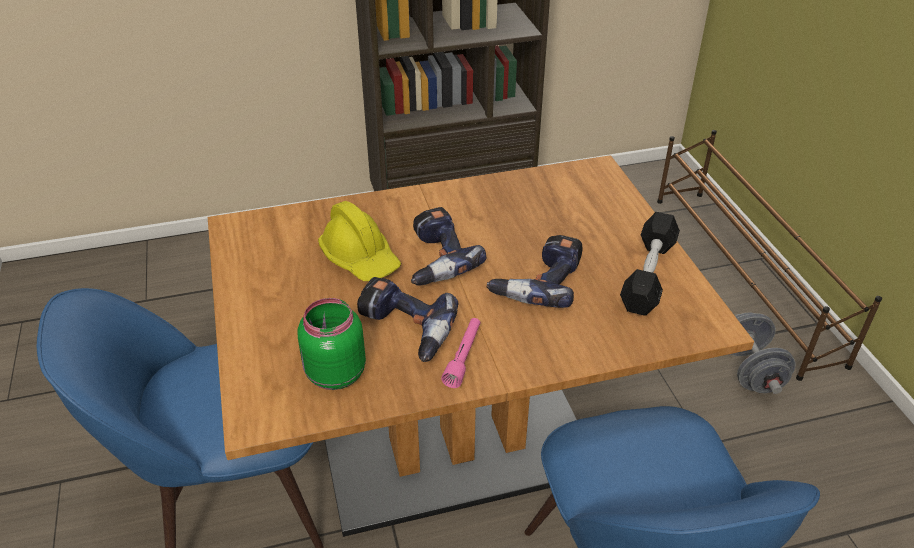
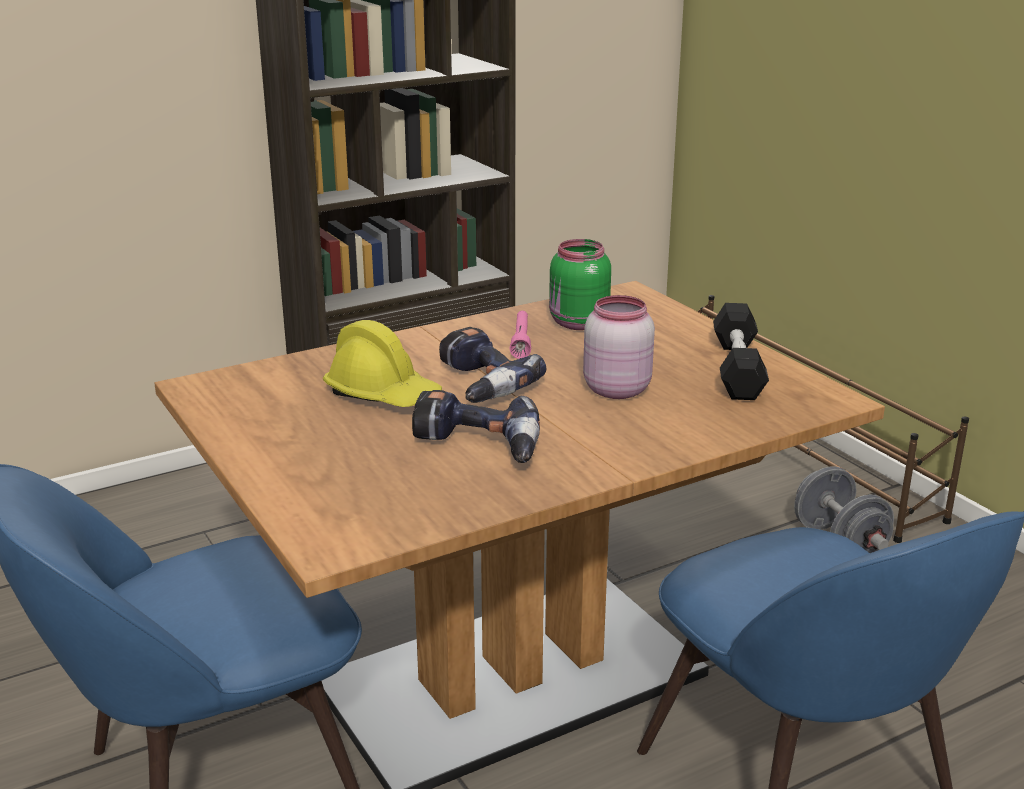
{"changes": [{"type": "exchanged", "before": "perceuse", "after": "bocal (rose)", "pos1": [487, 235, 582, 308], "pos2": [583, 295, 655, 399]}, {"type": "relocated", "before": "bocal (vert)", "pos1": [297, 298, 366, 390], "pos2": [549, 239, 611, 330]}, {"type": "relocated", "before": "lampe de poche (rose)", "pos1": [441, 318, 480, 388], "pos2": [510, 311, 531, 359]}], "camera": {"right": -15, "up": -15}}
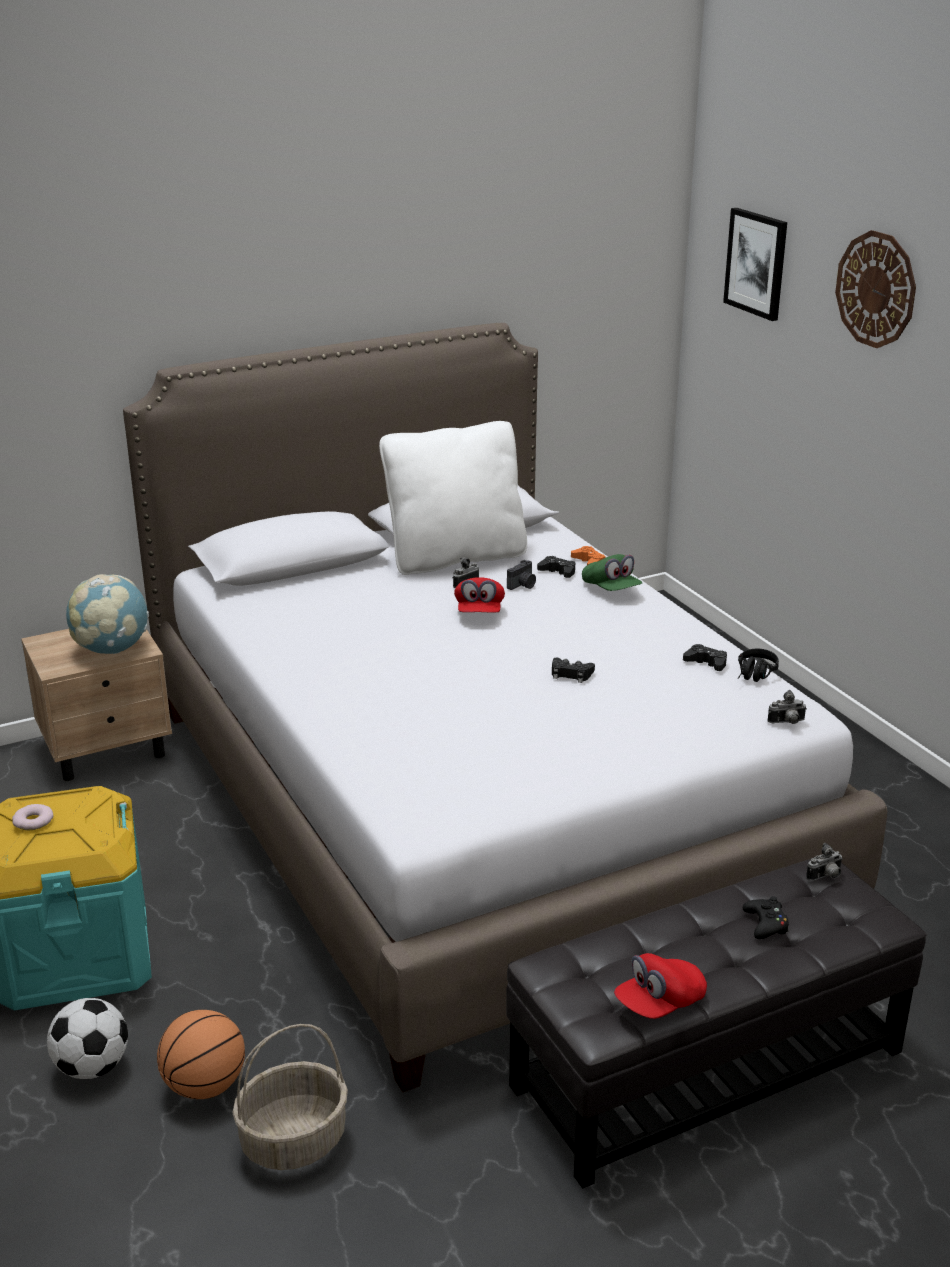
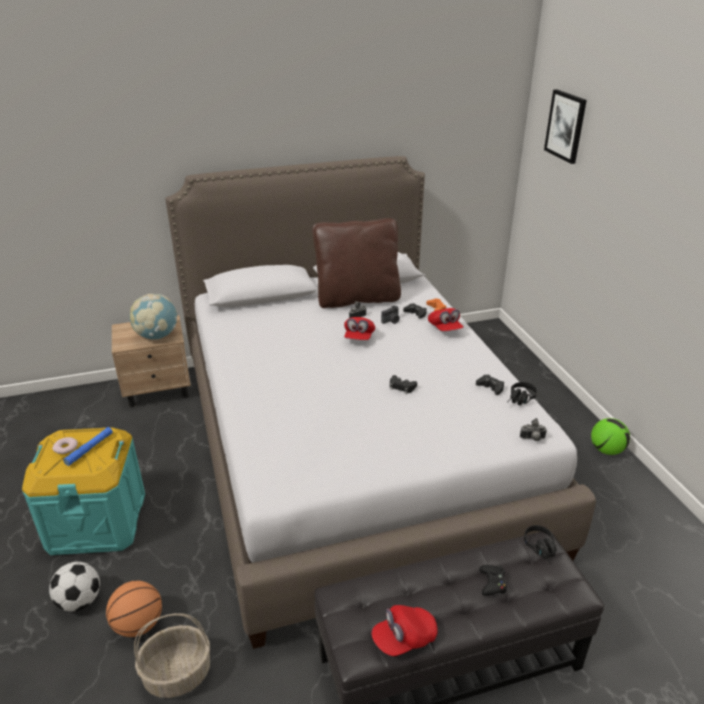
{"changes": [{"type": "missing", "before": "horloge murale", "pos1": [835, 230, 916, 348]}, {"type": "colour", "before": "coussin (blanc)", "after": "coussin (marron)", "pos1": [379, 421, 527, 575], "pos2": [312, 218, 401, 308]}, {"type": "colour", "before": "casquette (vert)", "after": "casquette (rouge)", "pos1": [582, 554, 642, 591], "pos2": [428, 308, 463, 331]}, {"type": "exchanged", "before": "appareil photo", "after": "casque audio (noir)", "pos1": [806, 843, 843, 881], "pos2": [524, 525, 557, 565]}, {"type": "appeared", "after": "ballon de foot", "pos2": [591, 418, 630, 455]}, {"type": "appeared", "after": "lampe de poche (bleu)", "pos2": [63, 427, 113, 466]}], "camera": {"right": 10, "up": 5}}
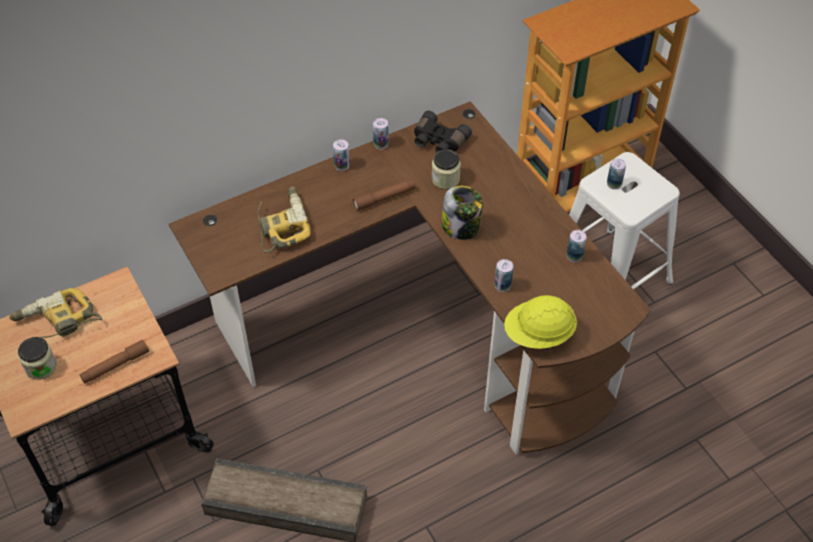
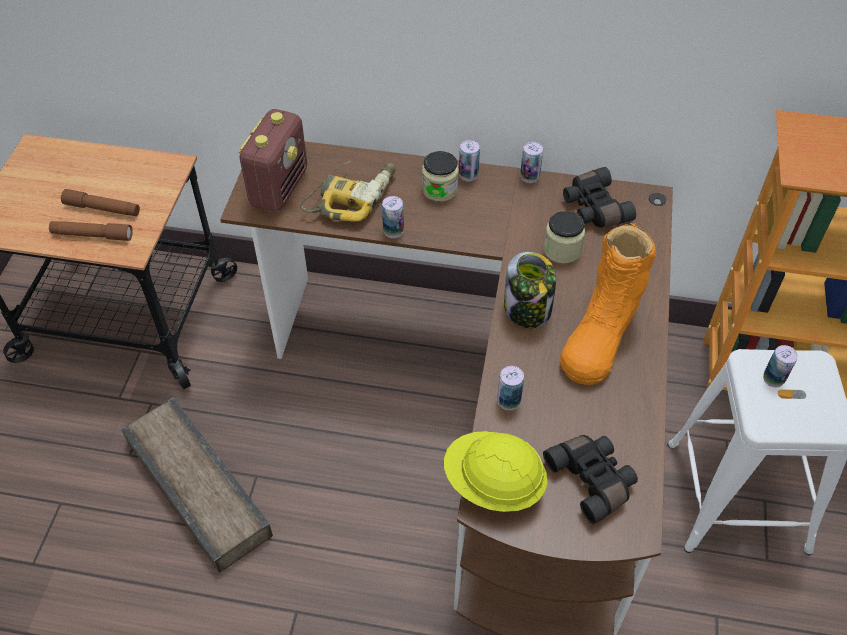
{"changes": [{"type": "relocated", "before": "lampe de poche (marron)", "pos1": [353, 179, 415, 211], "pos2": [61, 189, 140, 216]}, {"type": "relocated", "before": "boîte métallique", "pos1": [567, 230, 587, 262], "pos2": [382, 196, 404, 238]}, {"type": "missing", "before": "perceuse", "pos1": [9, 288, 102, 338]}, {"type": "relocated", "before": "bocal", "pos1": [18, 337, 57, 380], "pos2": [422, 151, 459, 202]}, {"type": "appeared", "after": "radio", "pos2": [238, 109, 307, 212]}, {"type": "appeared", "after": "botte (orange)", "pos2": [560, 222, 656, 385]}, {"type": "appeared", "after": "jumelles (noir)", "pos2": [543, 435, 638, 524]}], "camera": {"right": 40, "up": 0}}
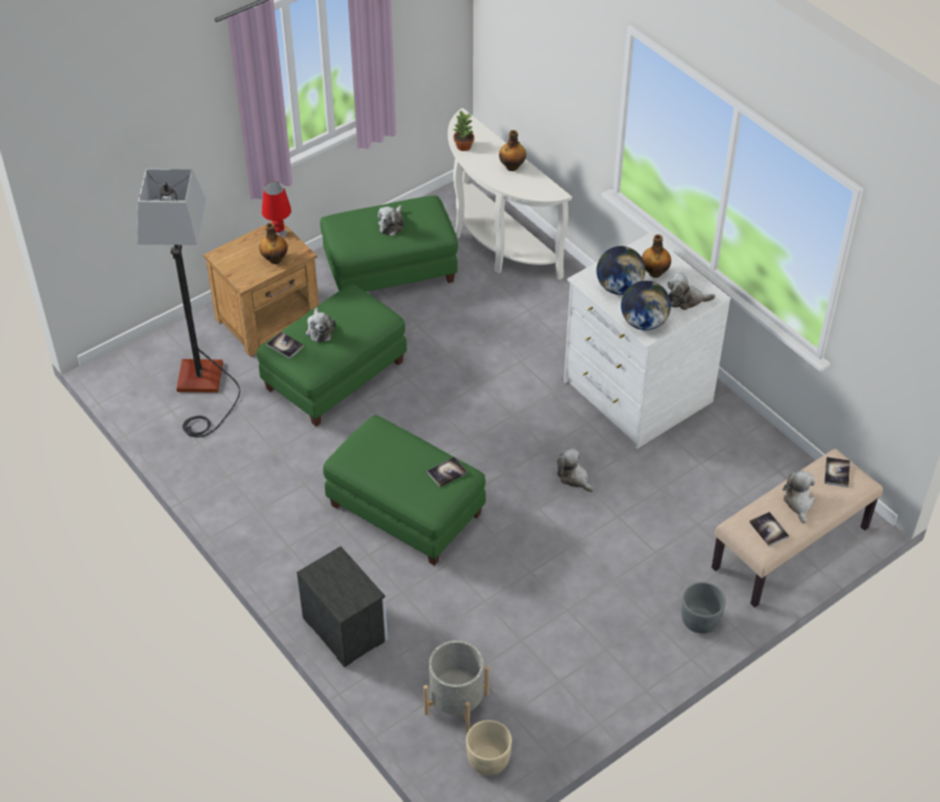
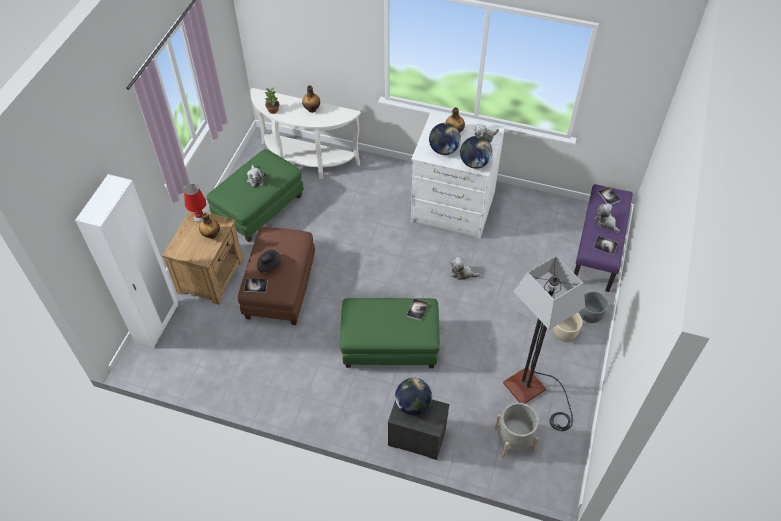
{"changes": [{"type": "relocated", "before": "lampadaire", "pos1": [137, 169, 240, 437], "pos2": [503, 256, 585, 431]}, {"type": "colour", "before": "pouf (vert)", "after": "pouf (marron)", "pos1": [257, 284, 407, 427], "pos2": [238, 227, 315, 325]}, {"type": "exchanged", "before": "peluche", "after": "chapeau (noir)", "pos1": [306, 308, 336, 343], "pos2": [257, 250, 281, 272]}, {"type": "colour", "before": "banc (beige)", "after": "banc (violet)", "pos1": [712, 449, 883, 608], "pos2": [574, 184, 633, 292]}, {"type": "relocated", "before": "cache-pot (beige)", "pos1": [466, 720, 512, 776], "pos2": [553, 313, 582, 342]}, {"type": "appeared", "after": "armoire (blanc)", "pos2": [75, 174, 178, 348]}, {"type": "appeared", "after": "globe", "pos2": [395, 378, 432, 415]}], "camera": {"right": -35, "up": 5}}
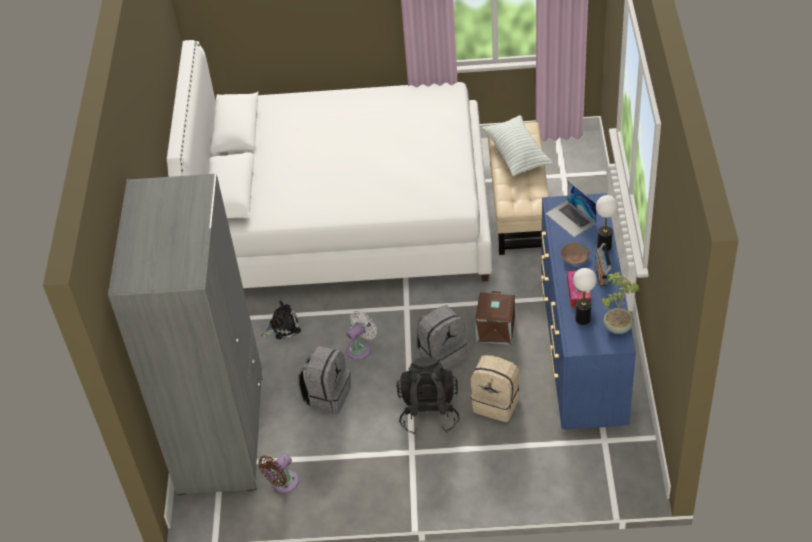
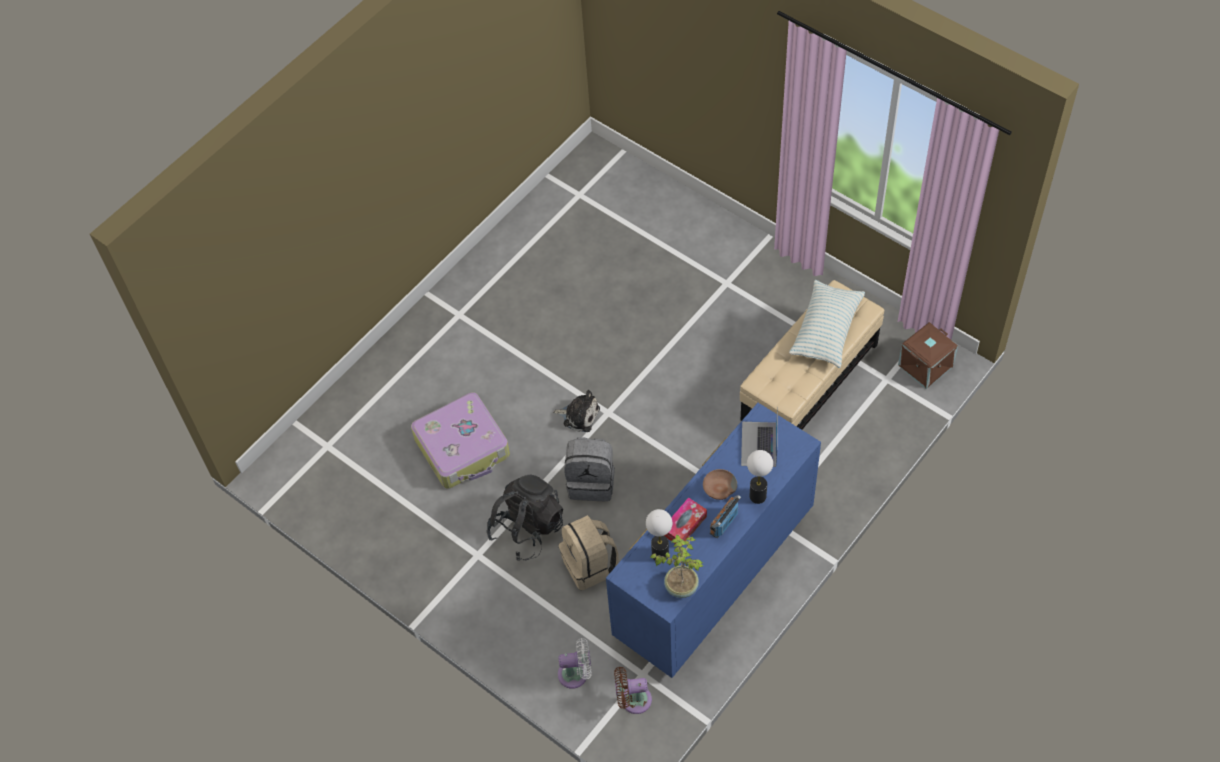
{"changes": [{"type": "missing", "before": "lit (blanc)", "pos1": [167, 40, 492, 288]}, {"type": "missing", "before": "armoire (gris)", "pos1": [108, 173, 263, 495]}, {"type": "relocated", "before": "boîte de rangement (marron)", "pos1": [475, 291, 515, 345], "pos2": [898, 322, 958, 389]}, {"type": "relocated", "before": "peluche", "pos1": [262, 301, 301, 339], "pos2": [553, 390, 600, 432]}, {"type": "relocated", "before": "ventilateur (blanc)", "pos1": [346, 310, 377, 360], "pos2": [558, 638, 592, 689]}, {"type": "exchanged", "before": "sac à dos (gris)", "after": "valise", "pos1": [298, 346, 351, 414], "pos2": [411, 392, 510, 489]}, {"type": "relocated", "before": "ventilateur (marron)", "pos1": [258, 454, 299, 493], "pos2": [614, 667, 652, 714]}], "camera": {"right": 40, "up": 10}}
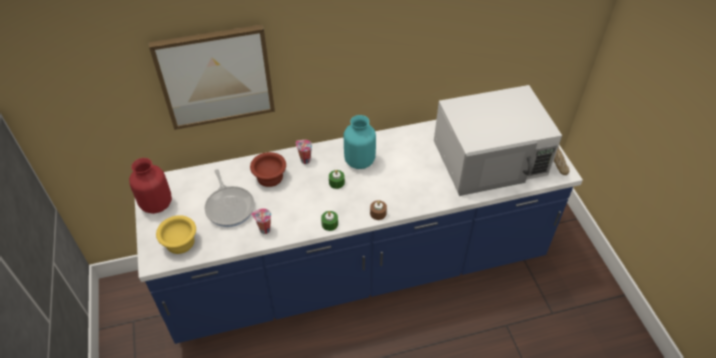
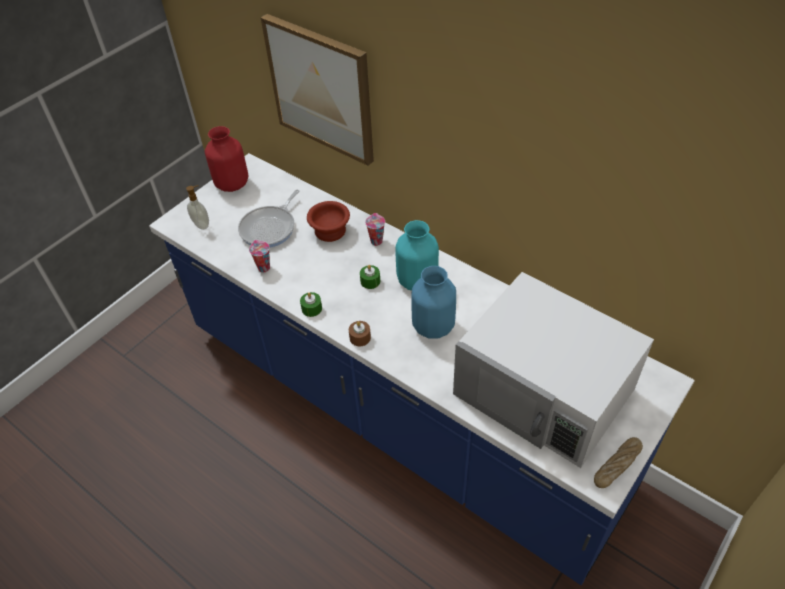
{"changes": [{"type": "exchanged", "before": "bol (jaune)", "after": "distributeur de savon", "pos1": [156, 215, 196, 254], "pos2": [186, 185, 209, 230]}, {"type": "appeared", "after": "vase (bleu)", "pos2": [411, 266, 456, 339]}], "camera": {"right": 55, "up": 0}}
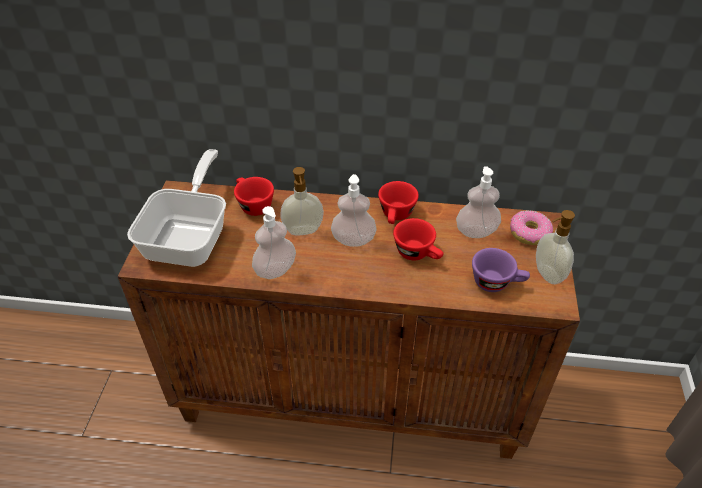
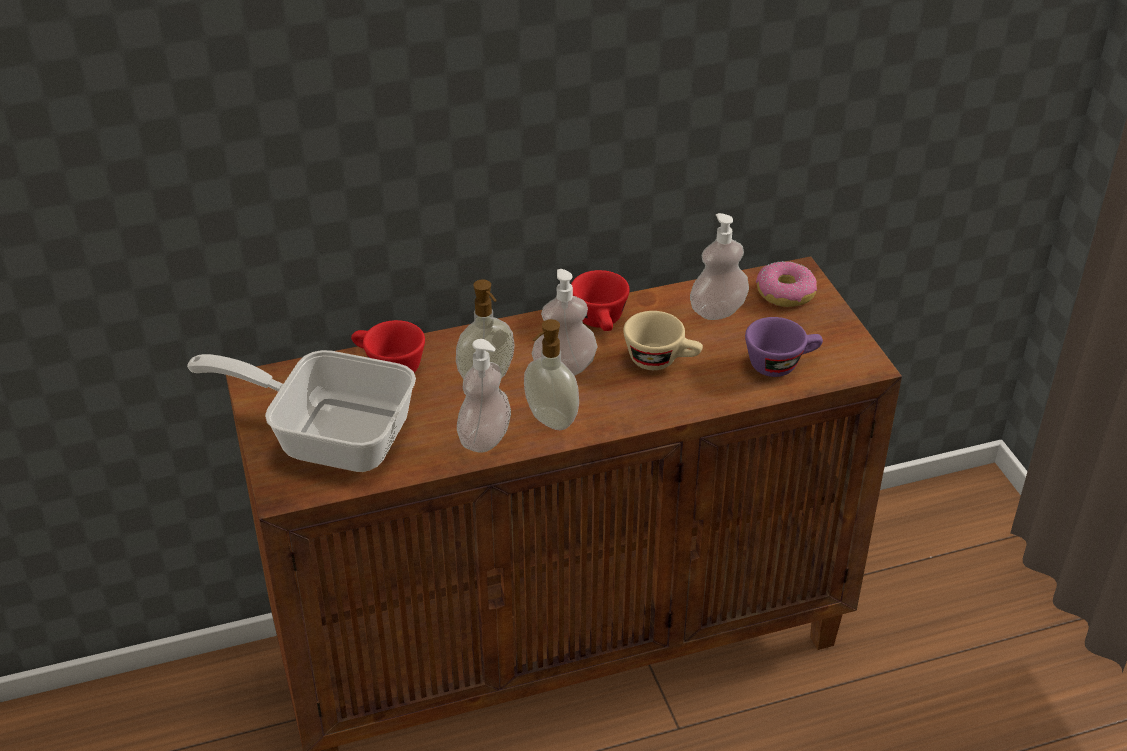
{"changes": [{"type": "spun", "before": "poêle", "pos1": [127, 149, 226, 267], "pos2": [187, 350, 416, 472], "turn": -60}, {"type": "relocated", "before": "distributeur de savon", "pos1": [536, 210, 575, 284], "pos2": [524, 319, 579, 430]}, {"type": "colour", "before": "tasse (rouge)", "after": "tasse (beige)", "pos1": [393, 218, 443, 260], "pos2": [623, 311, 703, 370]}], "camera": {"right": -25, "up": -5}}
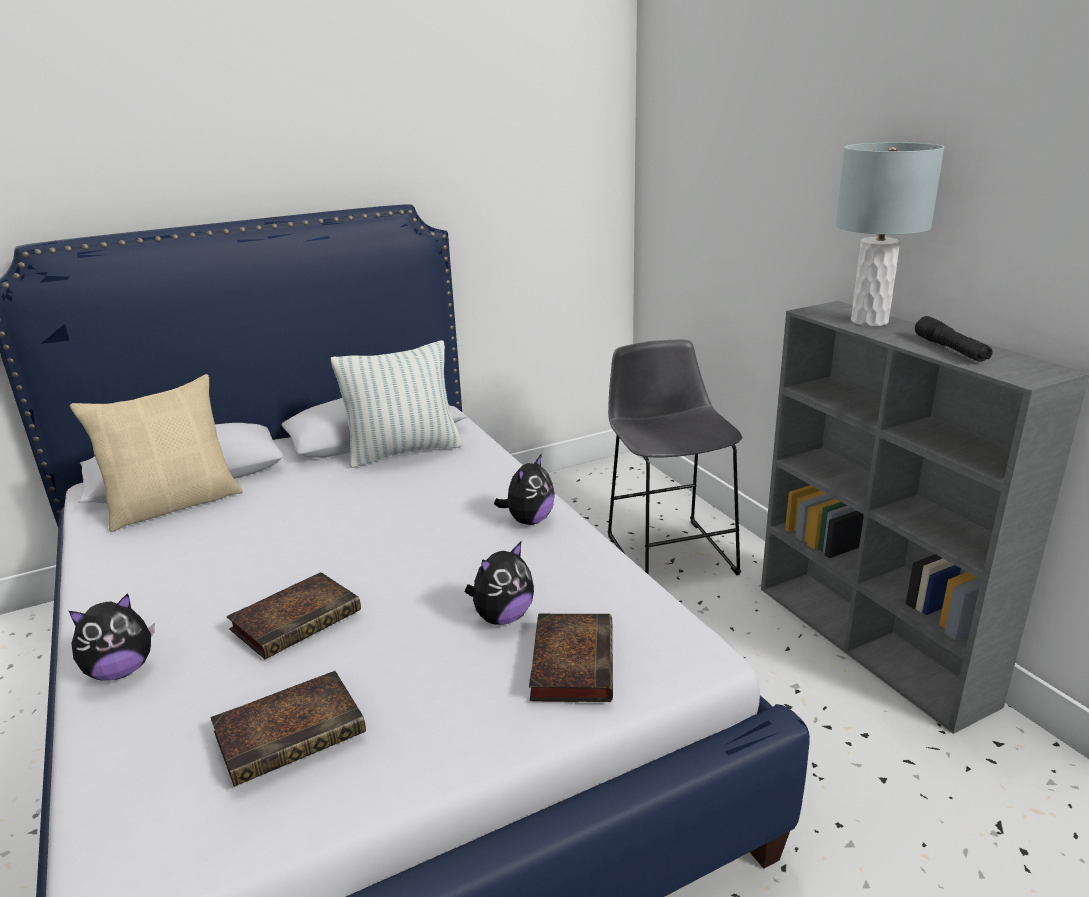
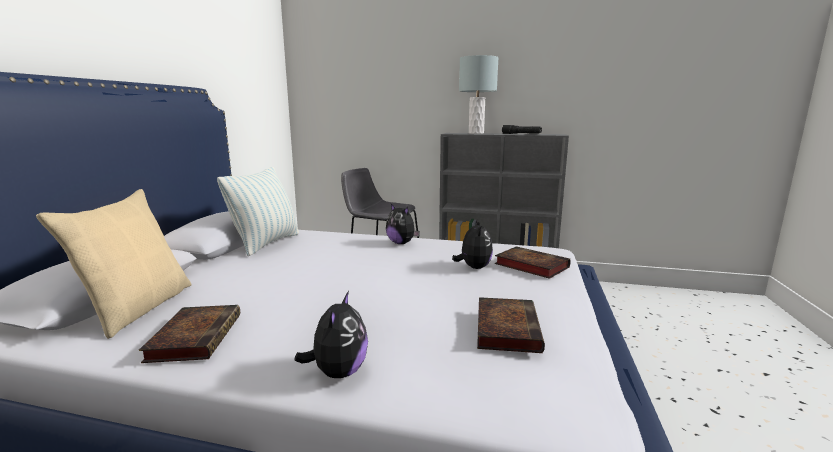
{"changes": [{"type": "spun", "before": "peluche", "pos1": [494, 453, 555, 525], "pos2": [386, 204, 420, 244], "turn": 150}, {"type": "relocated", "before": "livre", "pos1": [227, 572, 361, 659], "pos2": [139, 305, 240, 363]}], "camera": {"right": -50, "up": -10}}
